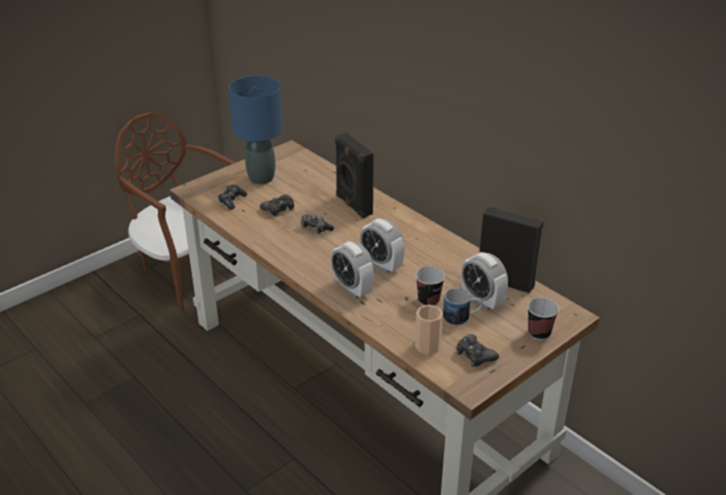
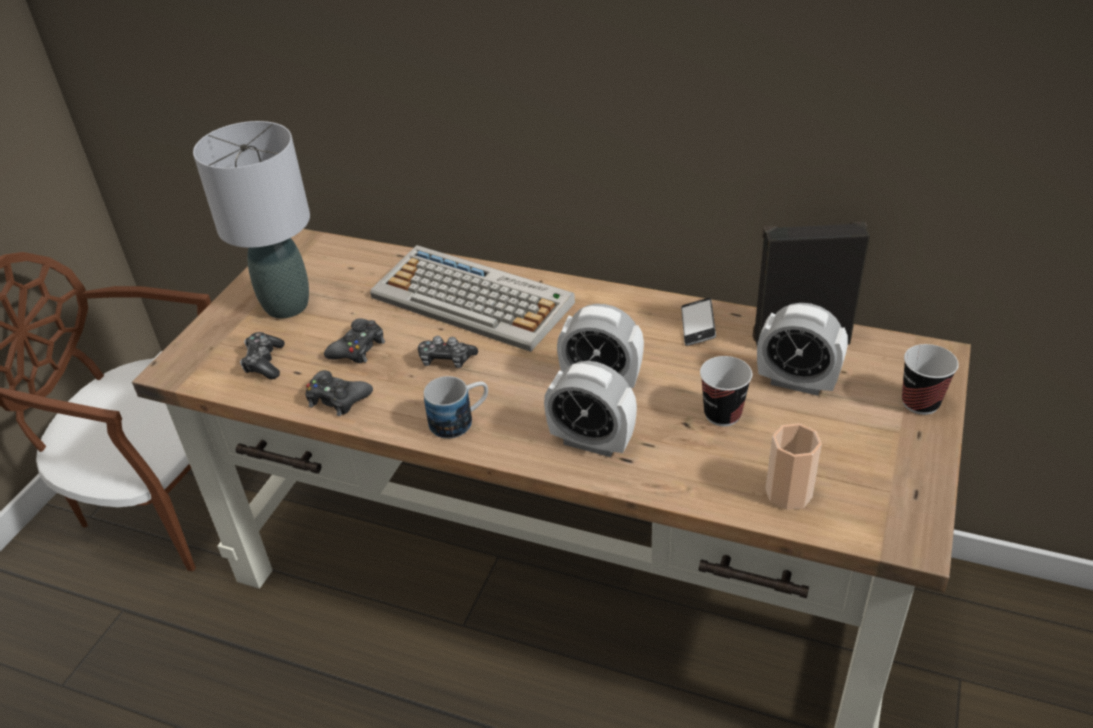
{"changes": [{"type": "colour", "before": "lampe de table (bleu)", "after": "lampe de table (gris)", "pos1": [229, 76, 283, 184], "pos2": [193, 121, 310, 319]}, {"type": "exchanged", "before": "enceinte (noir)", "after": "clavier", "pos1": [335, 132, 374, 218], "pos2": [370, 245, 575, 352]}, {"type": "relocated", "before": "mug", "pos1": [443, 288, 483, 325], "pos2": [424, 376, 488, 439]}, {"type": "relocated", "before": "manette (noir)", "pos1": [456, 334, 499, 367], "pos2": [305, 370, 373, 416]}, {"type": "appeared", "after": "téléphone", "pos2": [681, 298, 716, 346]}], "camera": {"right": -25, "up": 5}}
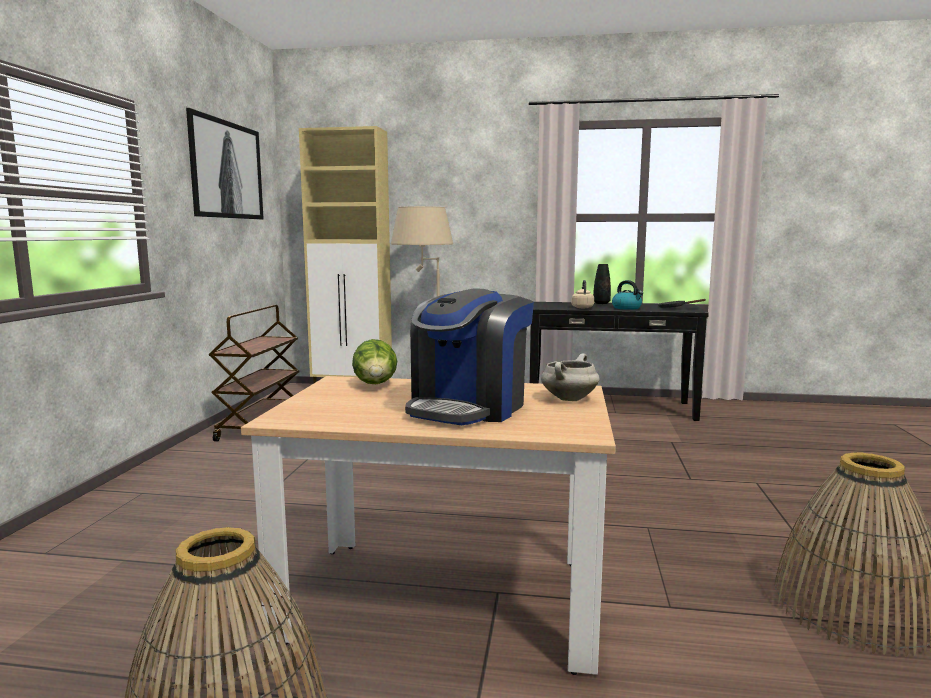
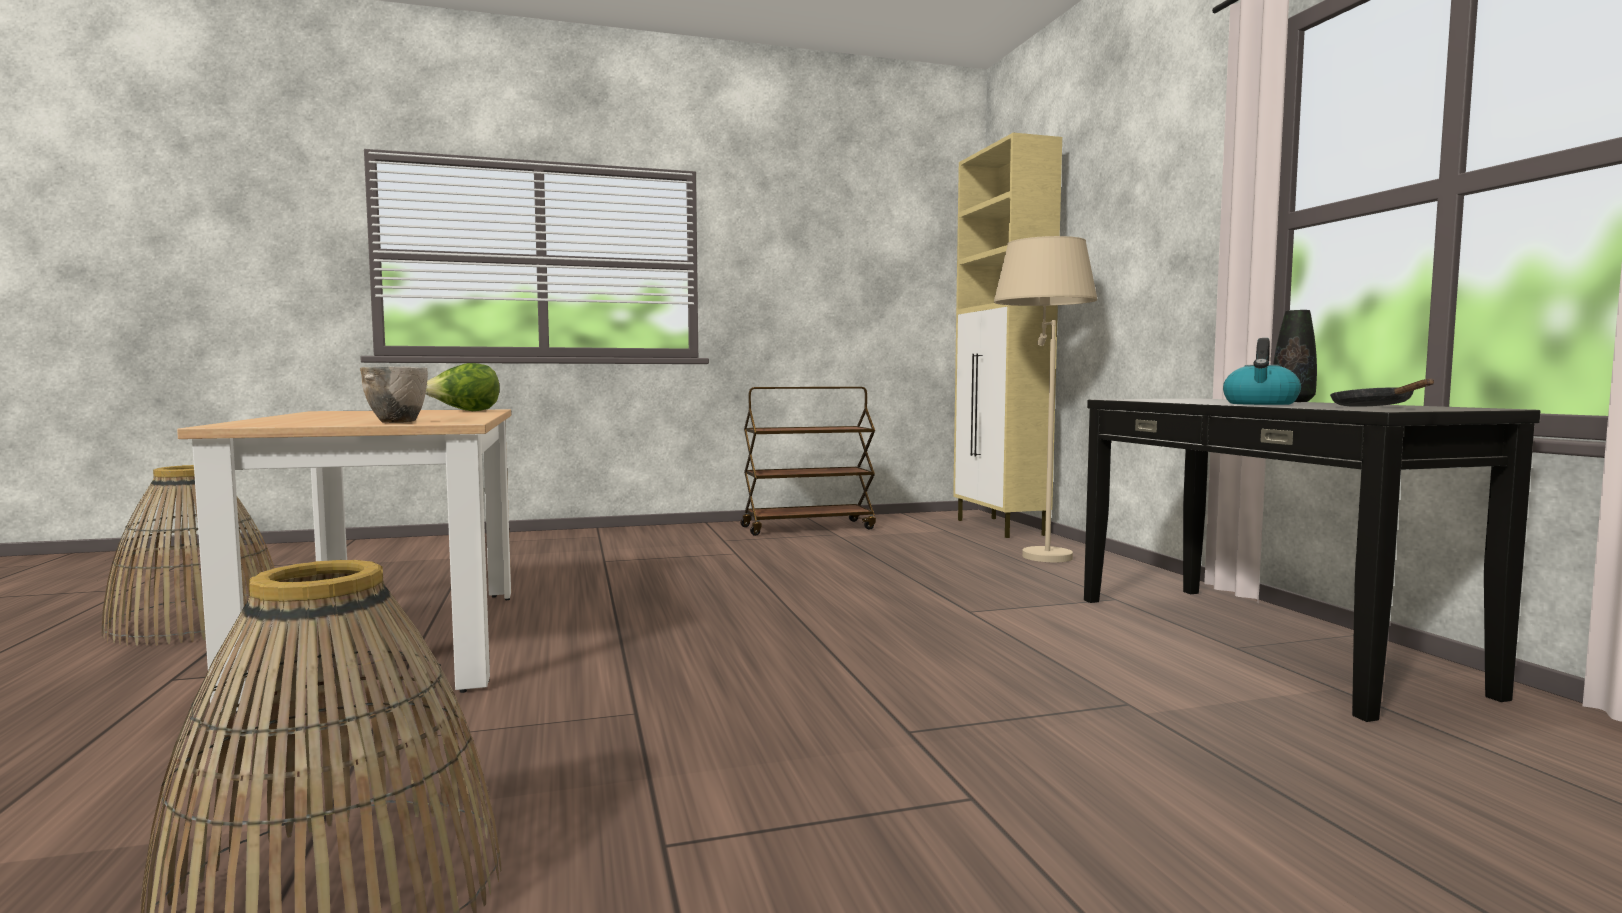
{"changes": [{"type": "missing", "before": "tableau", "pos1": [186, 108, 264, 219]}, {"type": "missing", "before": "bouilloire (beige)", "pos1": [571, 280, 594, 308]}, {"type": "missing", "before": "machine à café", "pos1": [405, 289, 534, 425]}, {"type": "exchanged", "before": "marmite (blanc)", "after": "bol", "pos1": [541, 354, 600, 401], "pos2": [360, 366, 428, 423]}], "camera": {"right": 65, "up": -5}}
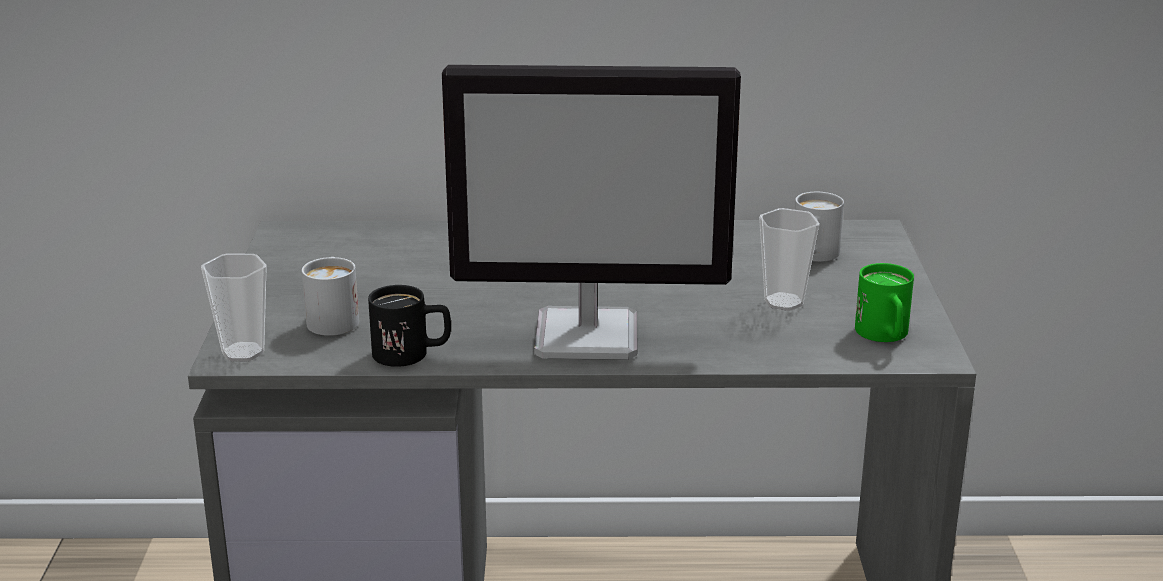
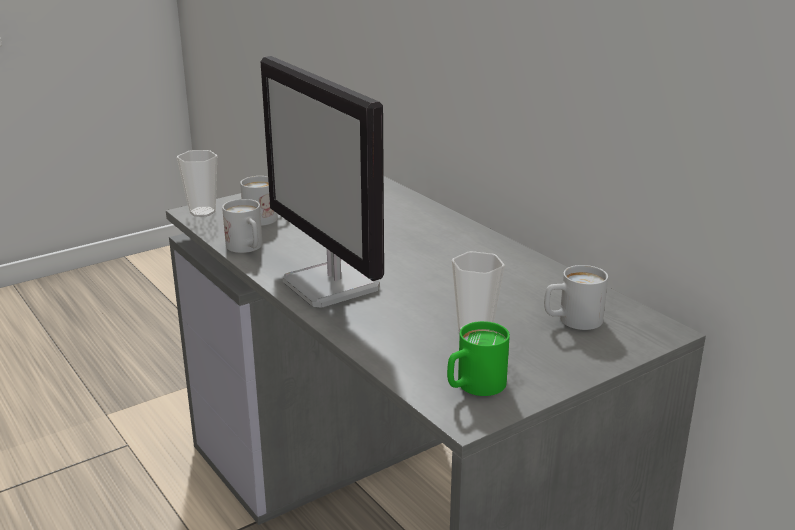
{"changes": [{"type": "colour", "before": "mug (noir)", "after": "mug (blanc)", "pos1": [368, 285, 451, 367], "pos2": [222, 199, 262, 253]}], "camera": {"right": 55, "up": 0}}
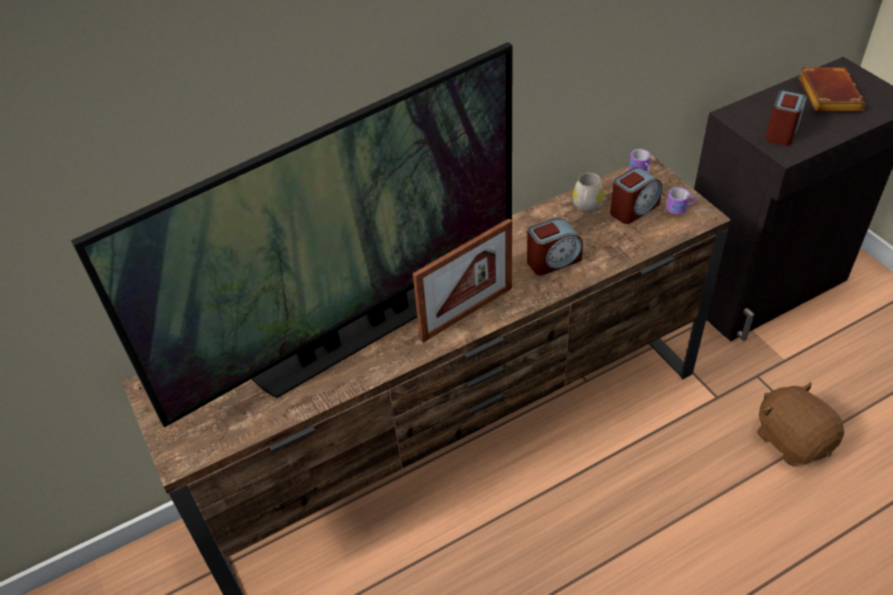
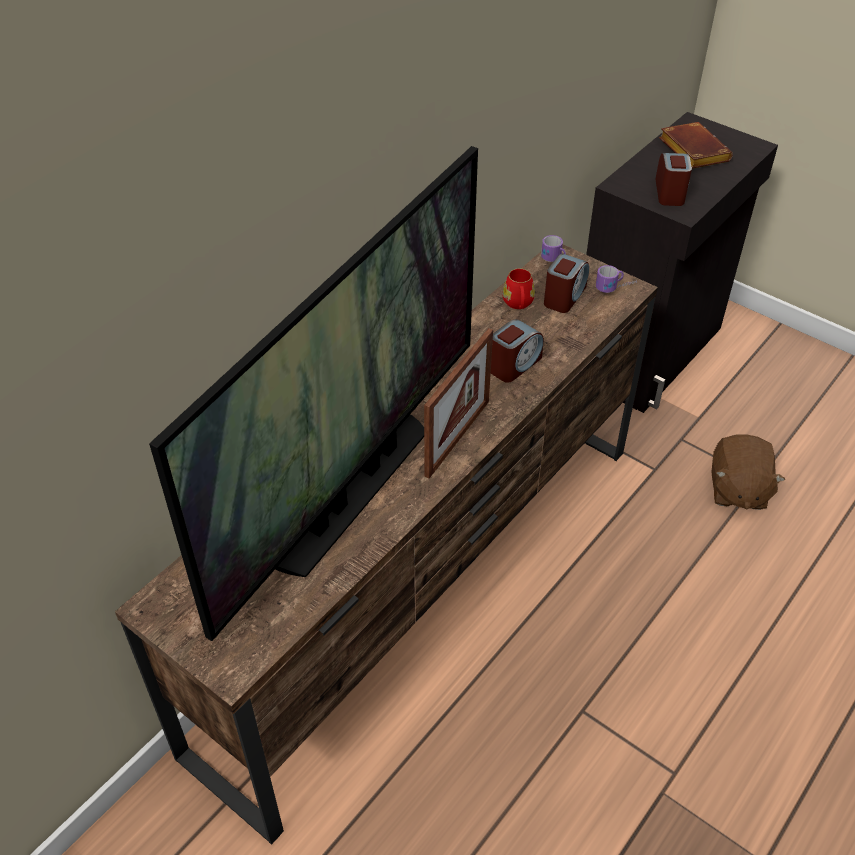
{"changes": [{"type": "colour", "before": "mug (blanc)", "after": "mug (rouge)", "pos1": [573, 173, 604, 212], "pos2": [502, 268, 535, 309]}, {"type": "spun", "before": "peluche (marron)", "pos1": [757, 382, 844, 466], "pos2": [711, 434, 785, 510], "turn": -120}], "camera": {"right": -25, "up": 0}}
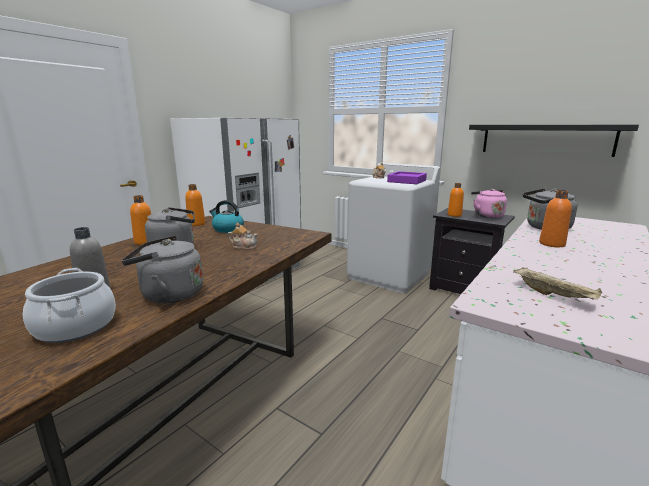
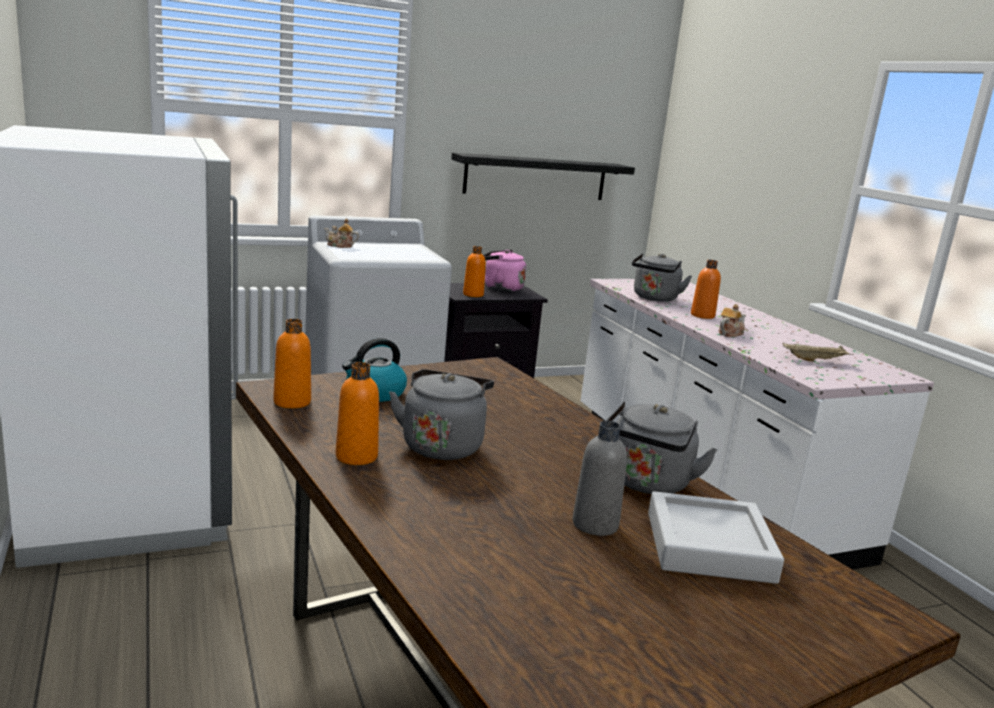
{"changes": [{"type": "missing", "before": "plateau (violet)", "pos1": [387, 171, 427, 184]}, {"type": "relocated", "before": "théière", "pos1": [228, 222, 258, 250], "pos2": [719, 304, 746, 337]}, {"type": "exchanged", "before": "marmite", "after": "plateau (gris)", "pos1": [23, 268, 116, 343], "pos2": [648, 491, 784, 584]}], "camera": {"right": -60, "up": 0}}
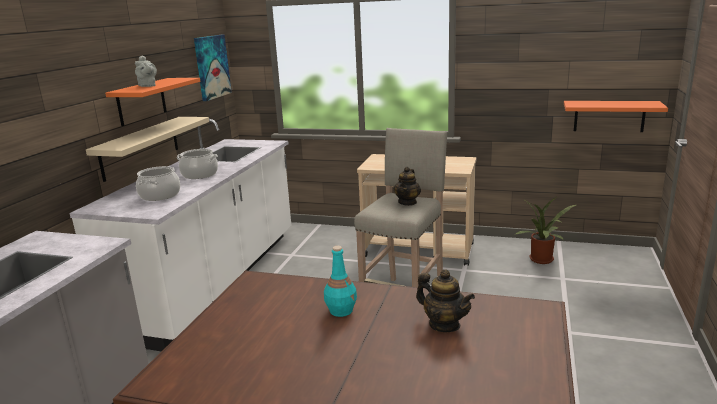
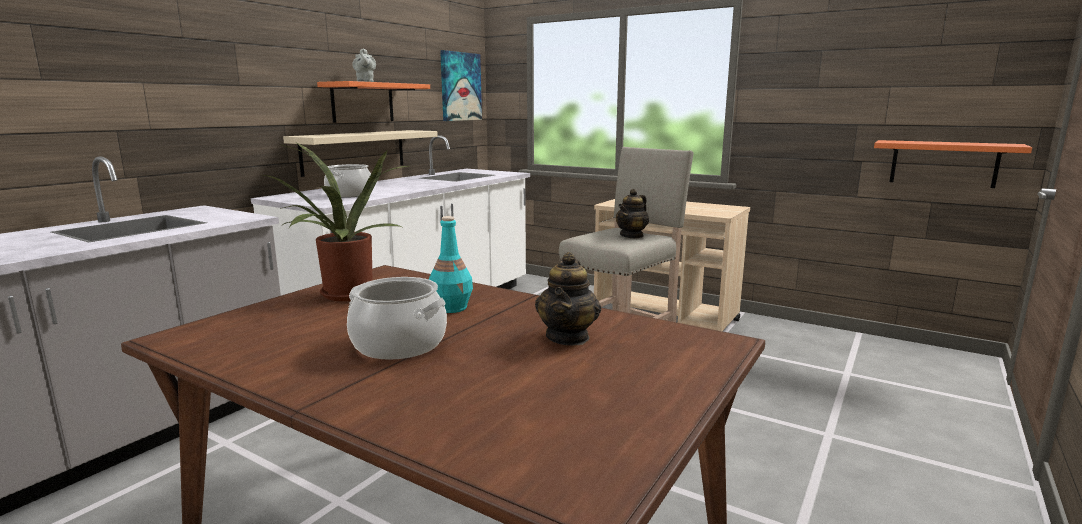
{"changes": [{"type": "relocated", "before": "marmite", "pos1": [177, 149, 218, 179], "pos2": [347, 277, 447, 360]}, {"type": "relocated", "before": "plante en pot", "pos1": [516, 197, 576, 264], "pos2": [264, 143, 408, 301]}, {"type": "spun", "before": "théière", "pos1": [416, 269, 475, 332], "pos2": [535, 252, 601, 346], "turn": 45}], "camera": {"right": 15, "up": -5}}
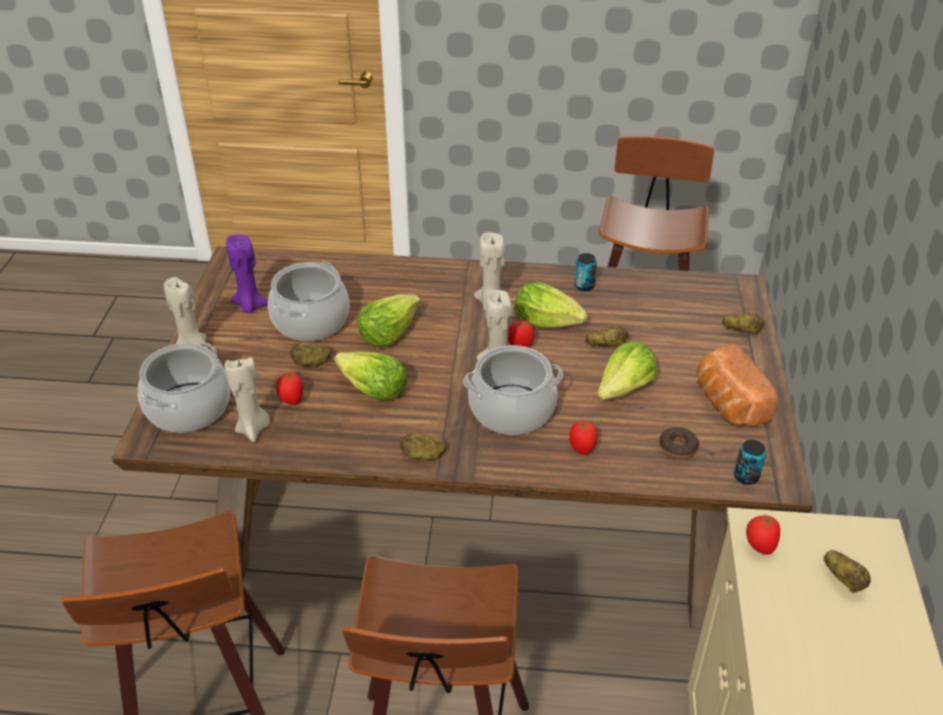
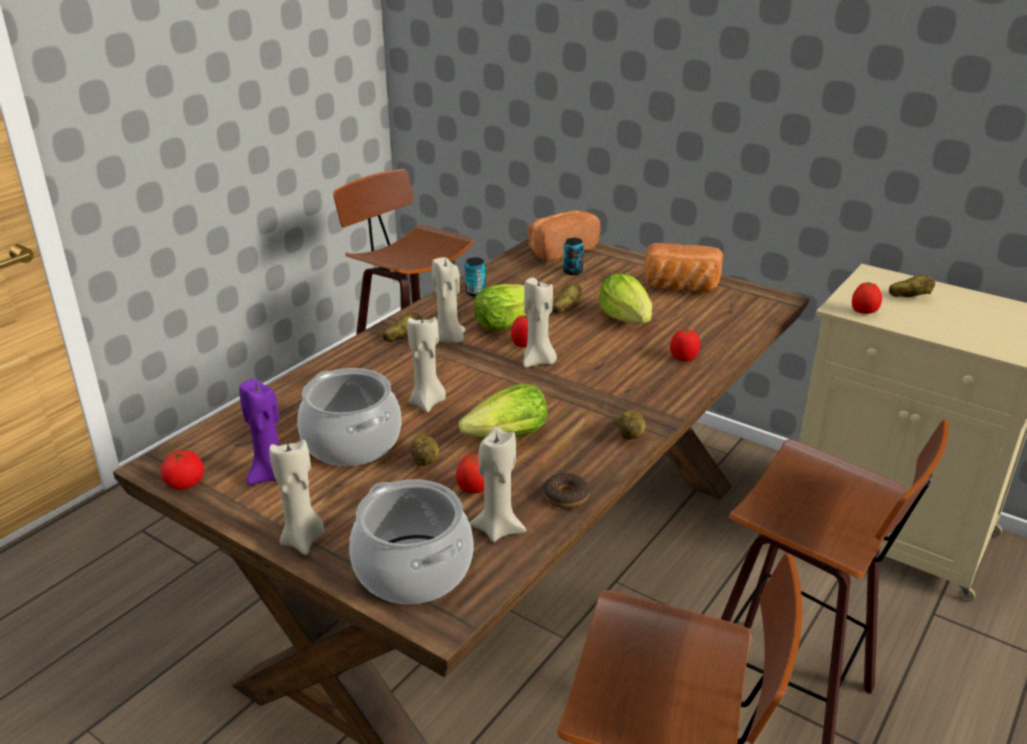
{"changes": [{"type": "exchanged", "before": "laitue", "after": "bougie (beige)", "pos1": [357, 294, 420, 347], "pos2": [407, 317, 446, 413]}, {"type": "relocated", "before": "pomme de terre", "pos1": [722, 313, 765, 334], "pos2": [382, 312, 422, 342]}, {"type": "missing", "before": "marmite", "pos1": [463, 345, 563, 435]}, {"type": "relocated", "before": "beignet", "pos1": [659, 427, 699, 459], "pos2": [543, 473, 590, 508]}, {"type": "relocated", "before": "boîte métallique", "pos1": [734, 440, 766, 485], "pos2": [563, 238, 584, 275]}, {"type": "appeared", "after": "pain", "pos2": [528, 211, 600, 261]}, {"type": "appeared", "after": "tomate", "pos2": [161, 450, 204, 490]}], "camera": {"right": -60, "up": -10}}
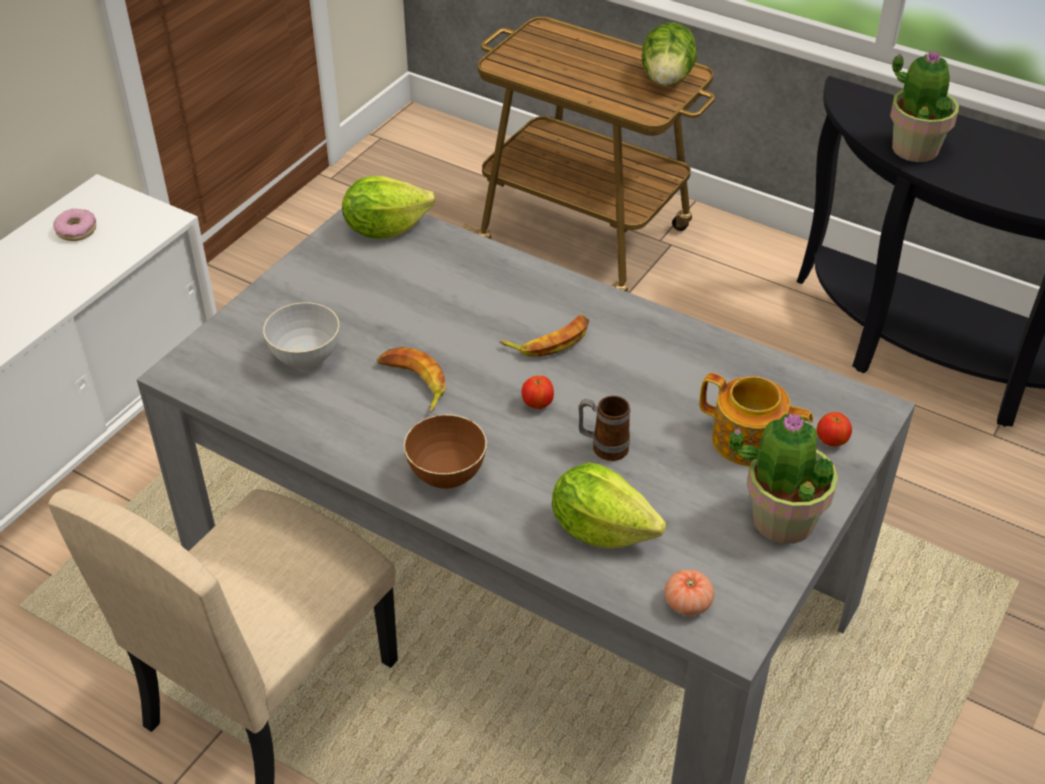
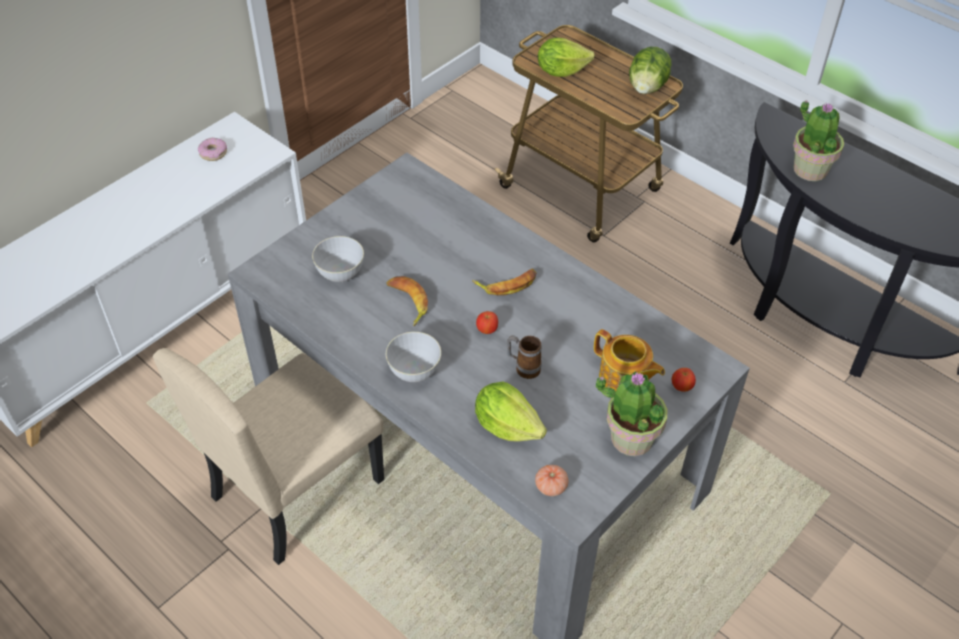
{"changes": [{"type": "relocated", "before": "laitue", "pos1": [342, 176, 435, 239], "pos2": [538, 38, 595, 77]}, {"type": "colour", "before": "bol (marron)", "after": "bol (gris)", "pos1": [404, 415, 487, 489], "pos2": [386, 332, 441, 382]}], "camera": {"right": 10, "up": 5}}
